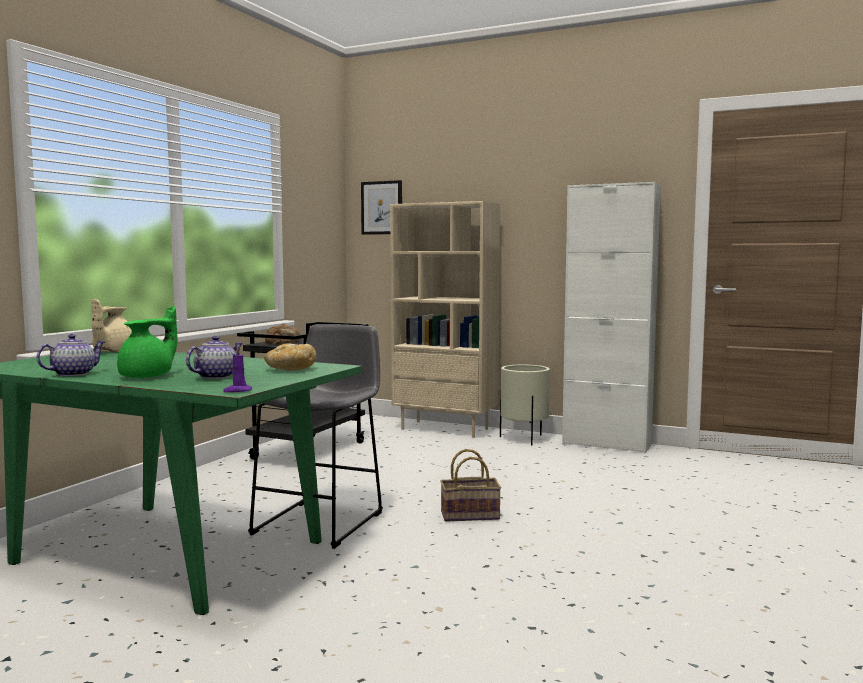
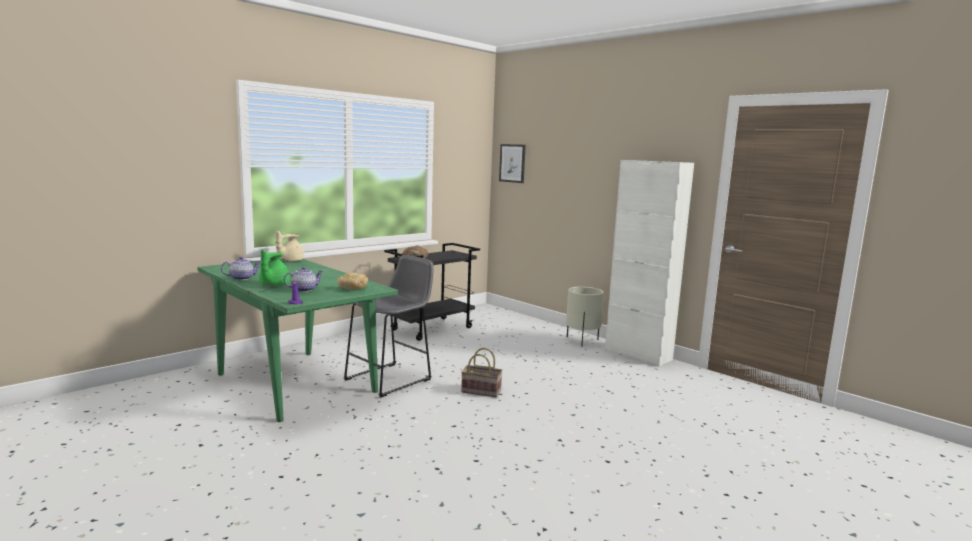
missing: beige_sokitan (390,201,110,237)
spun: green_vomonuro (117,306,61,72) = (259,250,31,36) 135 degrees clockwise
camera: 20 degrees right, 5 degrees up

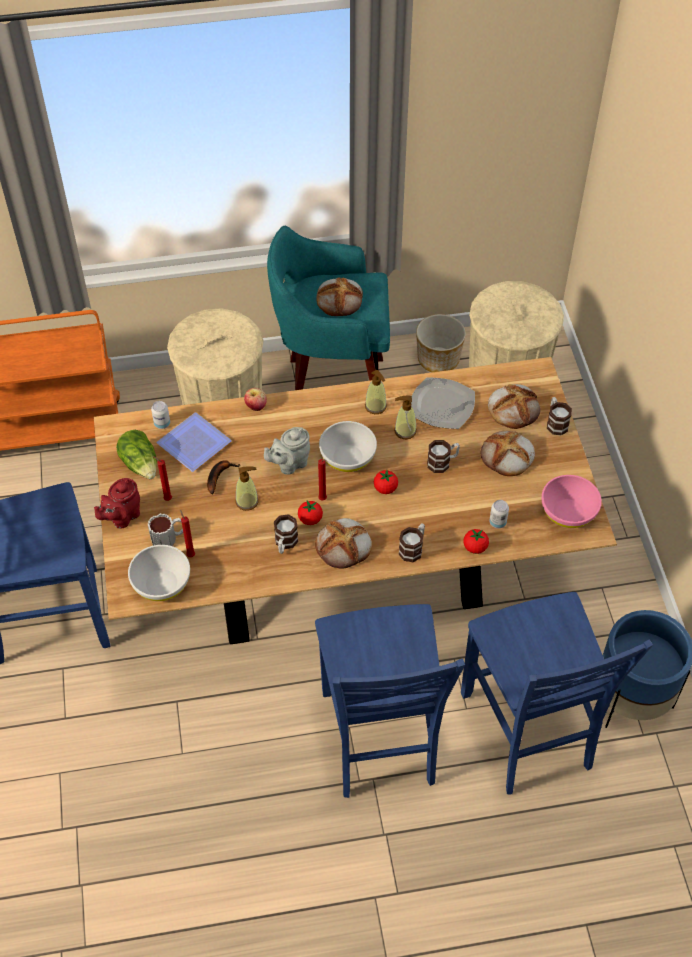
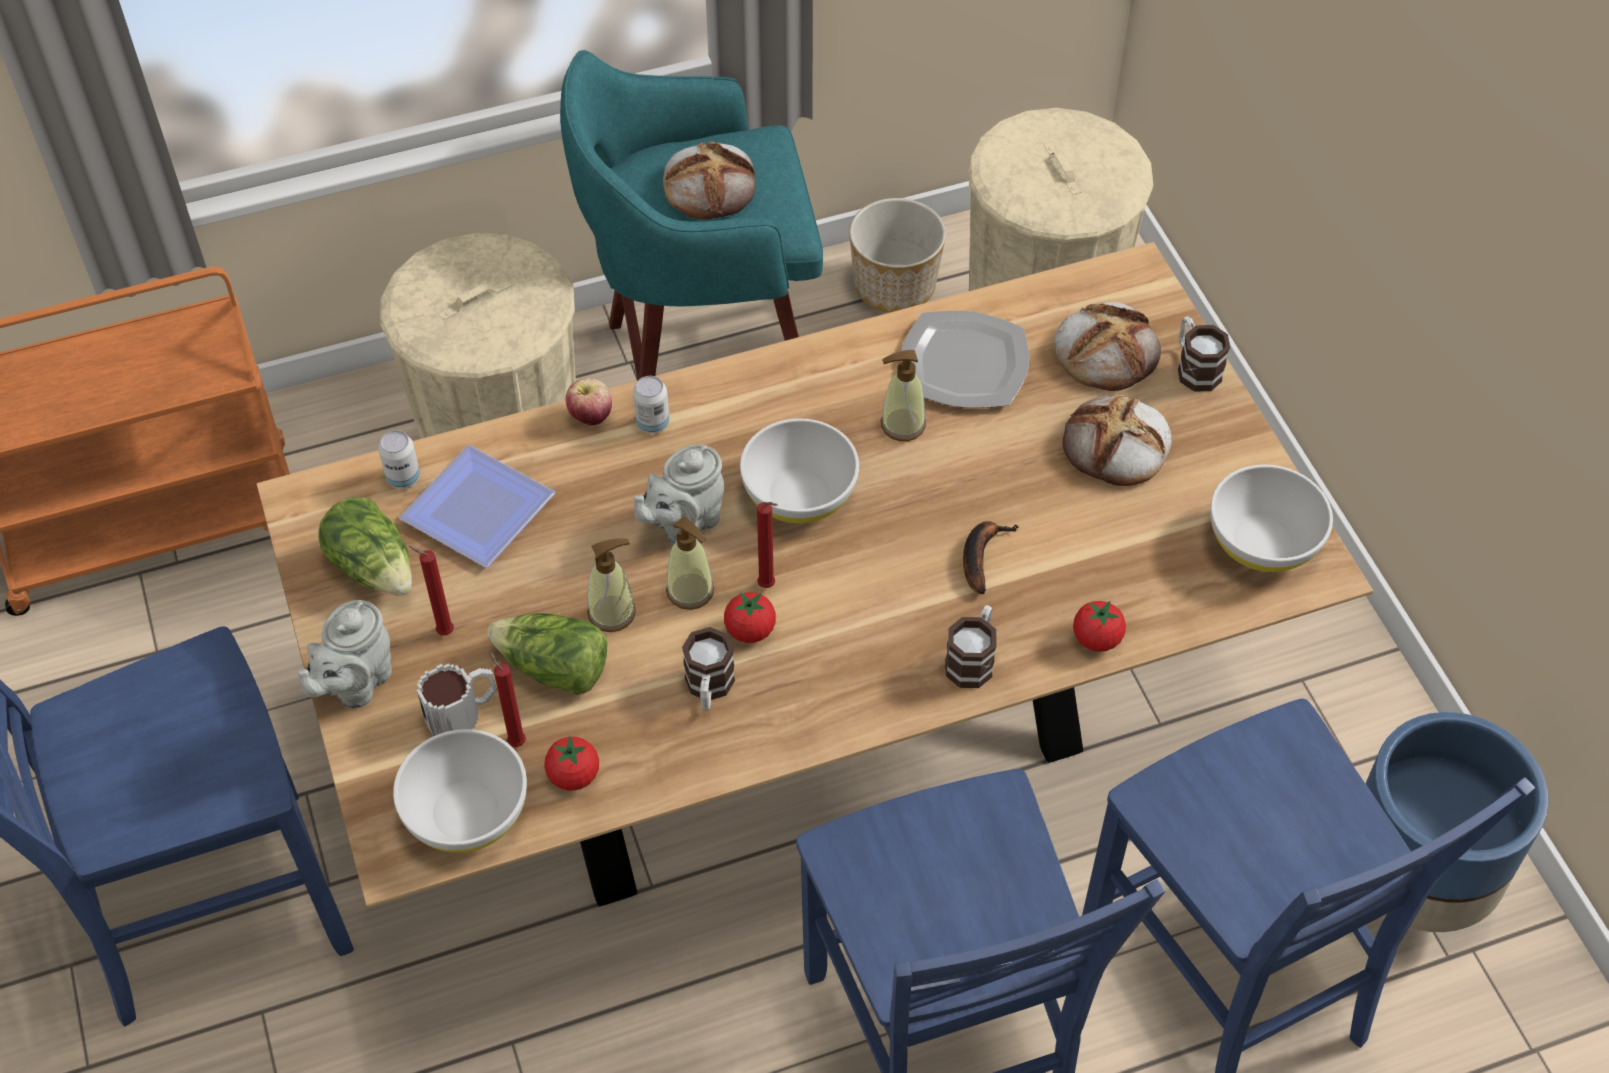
missing: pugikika (315,518,57,51); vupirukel (427,440,33,33)
appeared: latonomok (487,613,120,82)
relocated: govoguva (207,460,33,34) to (963,521,56,73); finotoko (365,369,22,45) to (666,516,48,94); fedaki (374,470,24,24) to (544,736,55,55); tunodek (489,500,20,28) to (633,376,36,58)
colour: red_vomonuro (94,478,46,51) to grey_vomonuro (297,600,95,109); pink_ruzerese (542,475,60,53) to white_ruzerese (1210,465,123,107)
camera: 10 degrees left, 0 degrees up

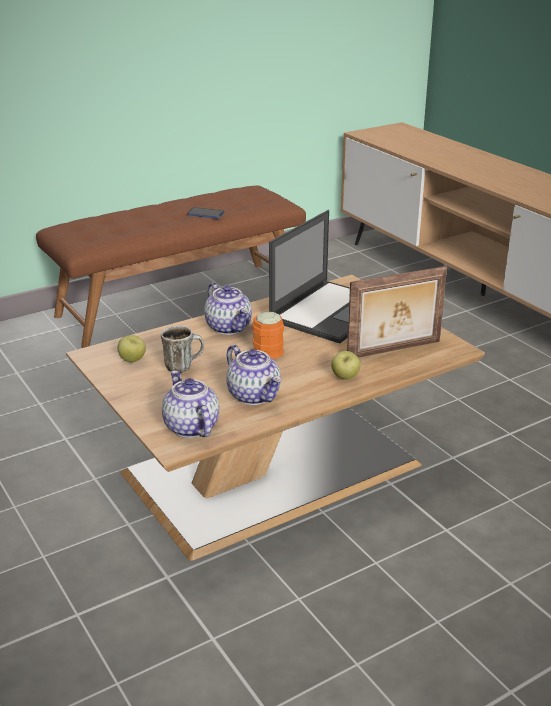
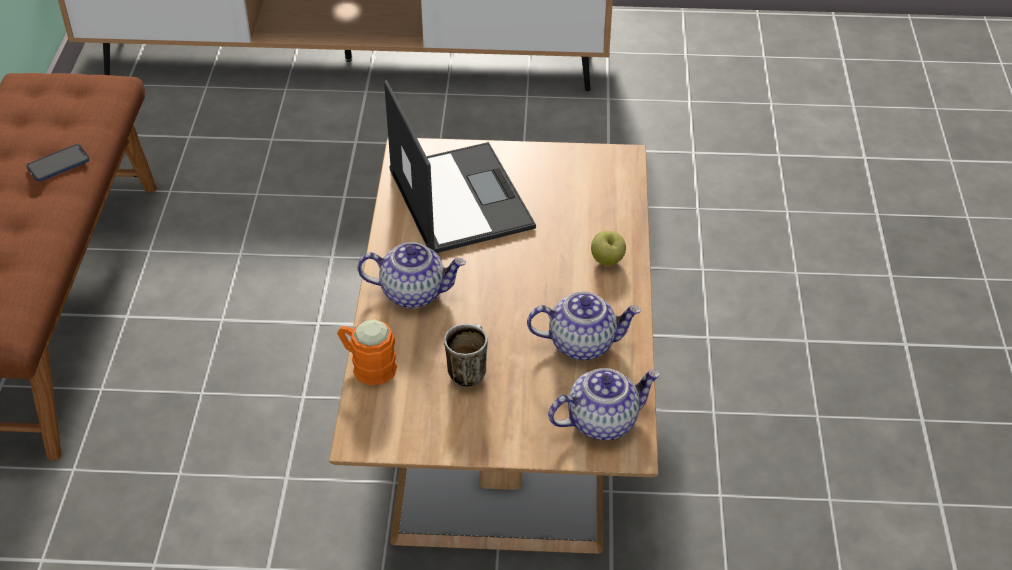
missing: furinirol (117,335,29,27); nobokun (347,266,100,92)
relocated: orange_vupirukel (252,312,32,47) to (337,320,60,65)
spun: vomonuro (162,371,57,67) = (548,368,113,72) 150 degrees clockwise
camera: 55 degrees left, 15 degrees up

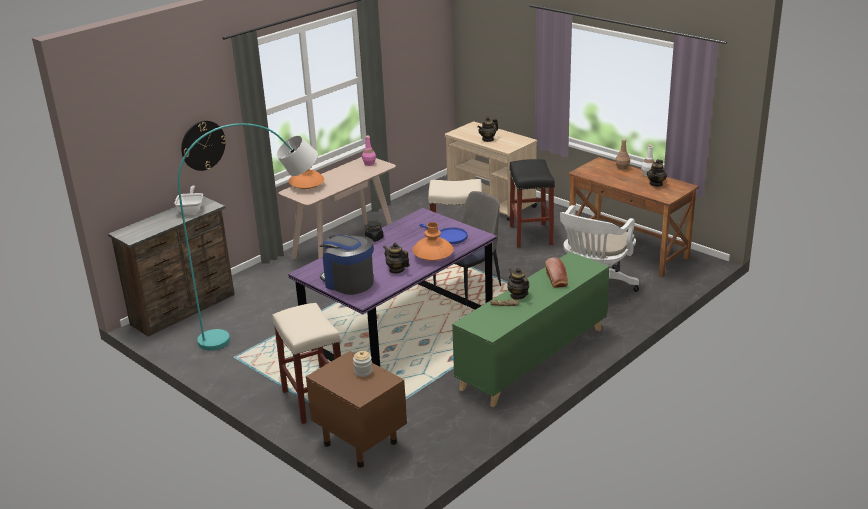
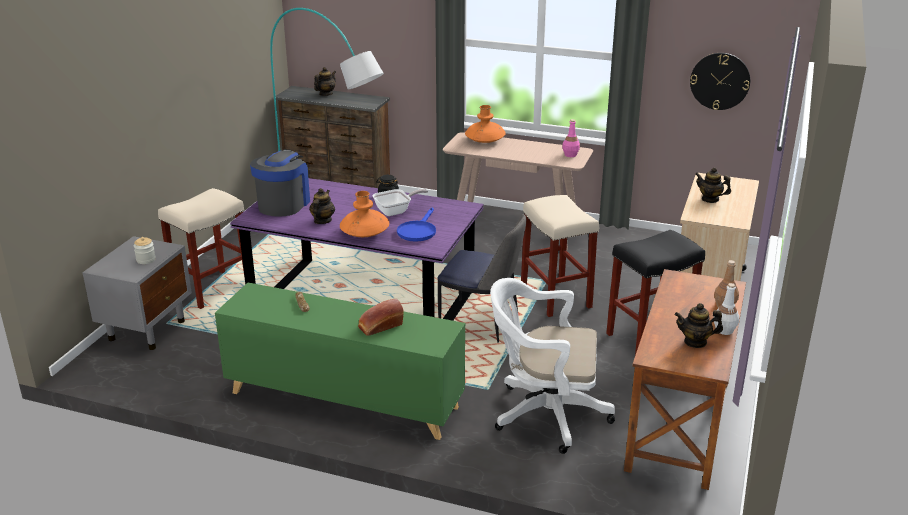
relocated: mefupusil (174,186,29,28) to (373,189,55,27); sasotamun (181,120,45,51) to (690,53,60,57); vomonuro (507,268,22,32) to (314,67,22,29)
colour: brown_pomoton (306,351,101,117) to grey_pomoton (82,236,110,114)
camera: 65 degrees right, 0 degrees up

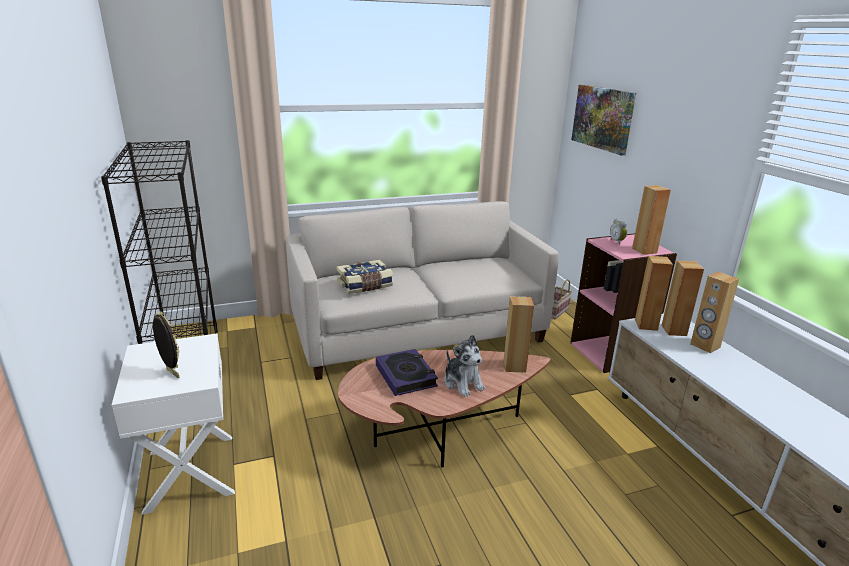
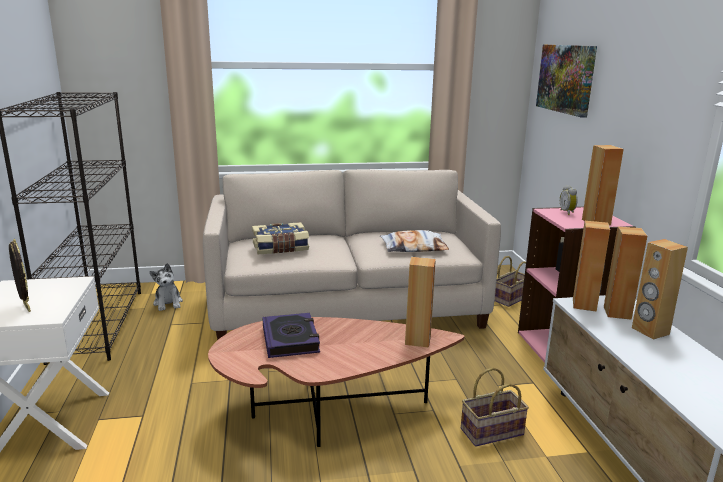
appeared: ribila (380,230,69,22); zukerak (461,367,68,80)
relocated: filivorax (444,335,41,62) to (150,263,33,48)
camera: 10 degrees right, 5 degrees down

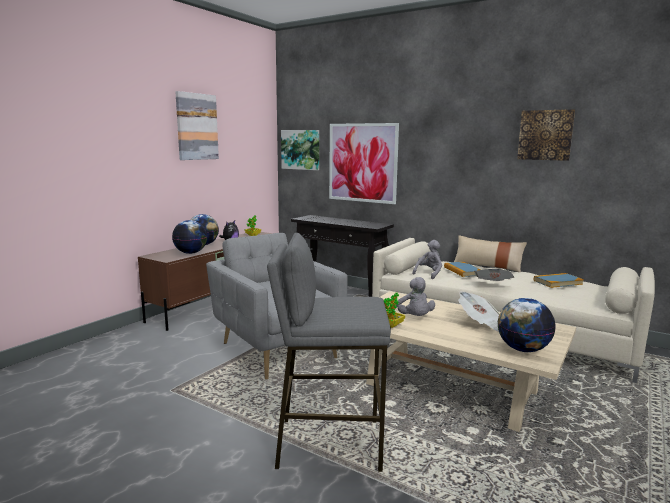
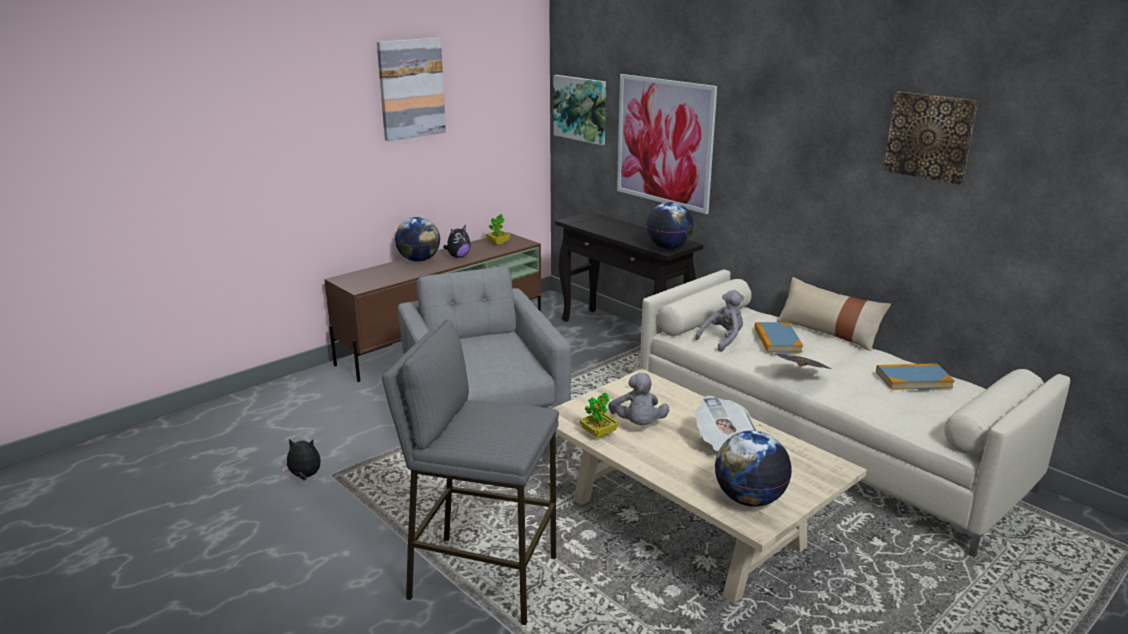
appeared: filivorax (282,439,39,41)
relocated: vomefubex (172,220,35,34) to (646,202,47,47)
camera: 15 degrees right, 10 degrees up

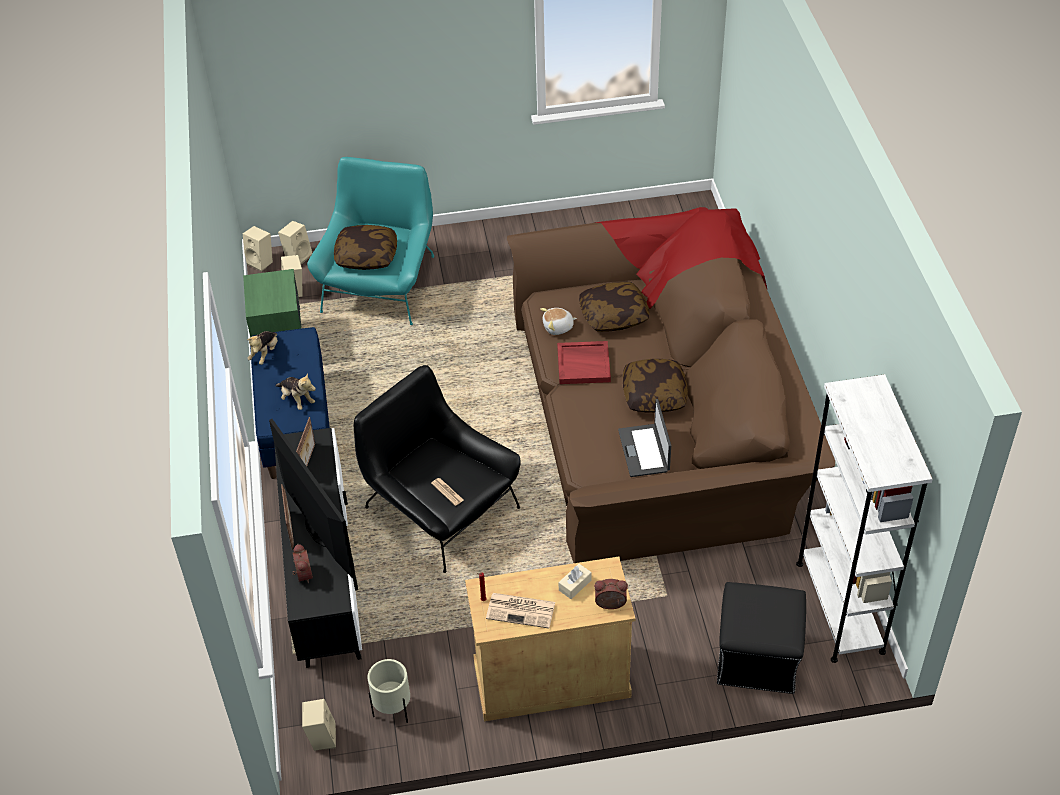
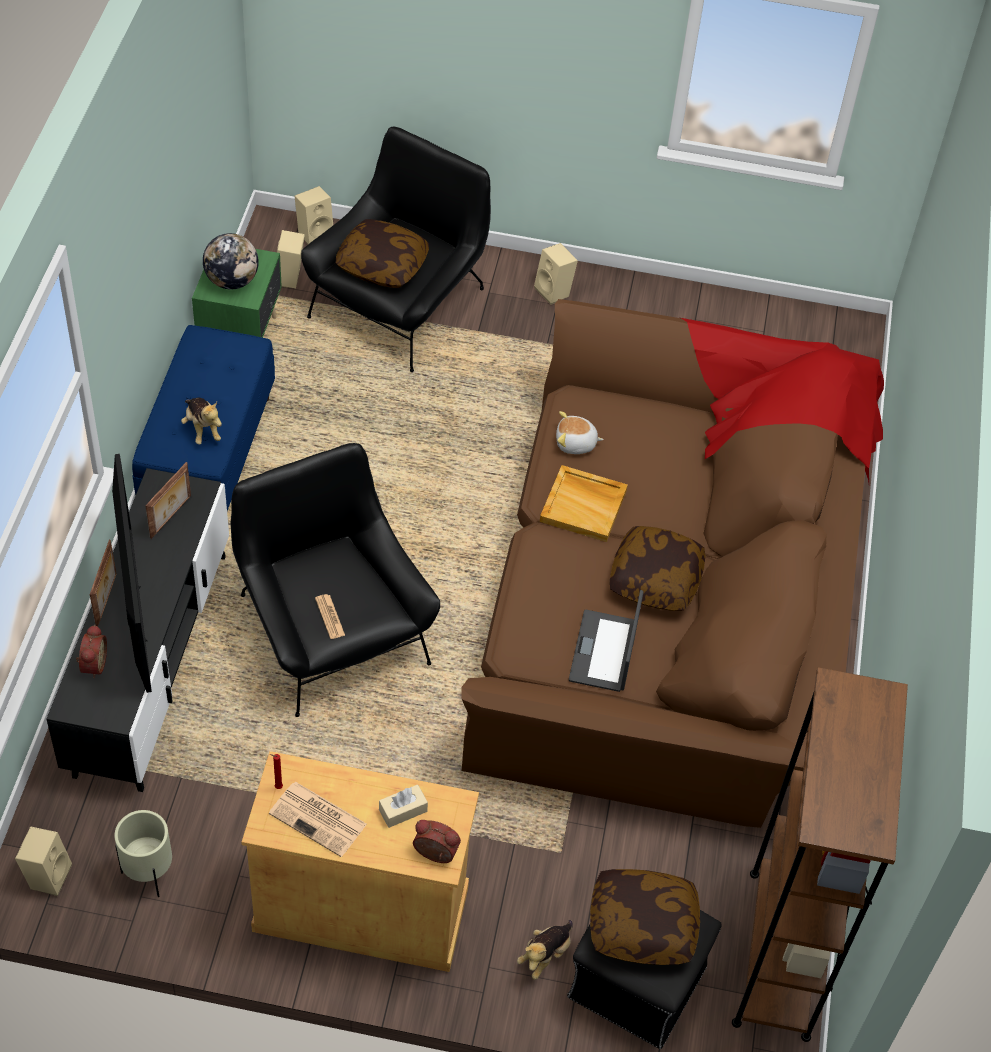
appeared: vomefubex (203,233,56,56)
relocated: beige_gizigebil (243,226,30,46) to (534,243,44,62); filivorax (247,331,31,34) to (517,920,56,60); ribila (579,282,70,50) to (590,869,110,96)
colour: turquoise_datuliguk (307,157,127,168) to black_datuliguk (301,126,190,246); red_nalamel (557,341,54,43) to beige_nalamel (540,465,88,77); white_sokitan (796,374,137,289) to brown_sokitan (732,667,176,375)
camera: 15 degrees right, 5 degrees up

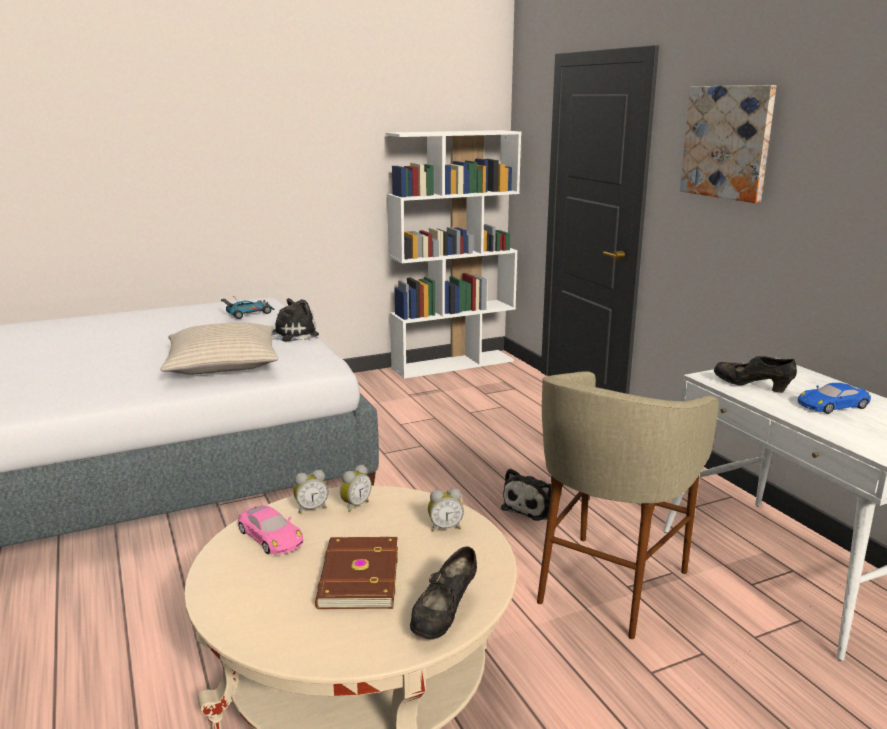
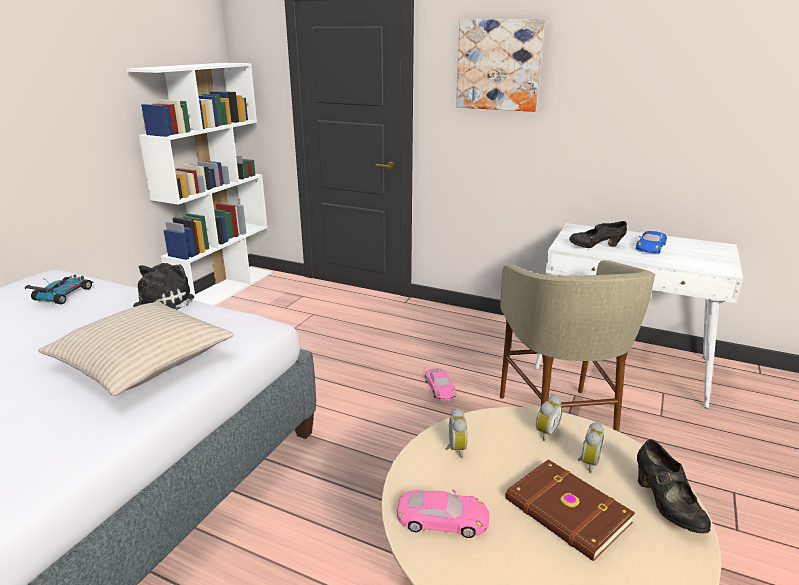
relocated: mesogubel (293,470,35,44) to (578,422,26,51)
exchanged: filivorax (501,468,50,53) to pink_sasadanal (425,368,32,32)
camera: 40 degrees left, 5 degrees up

